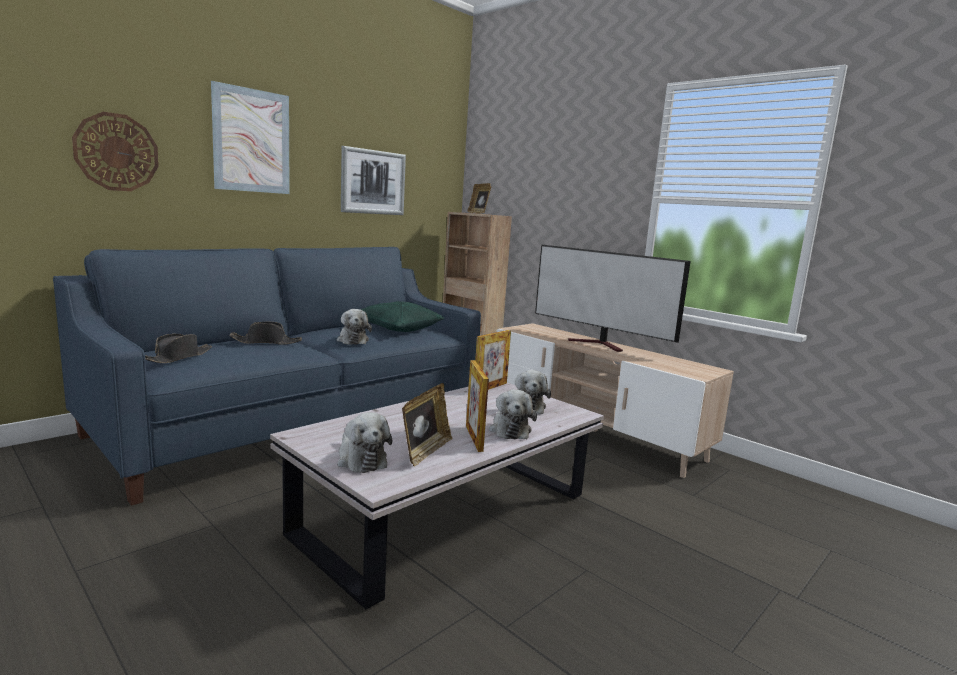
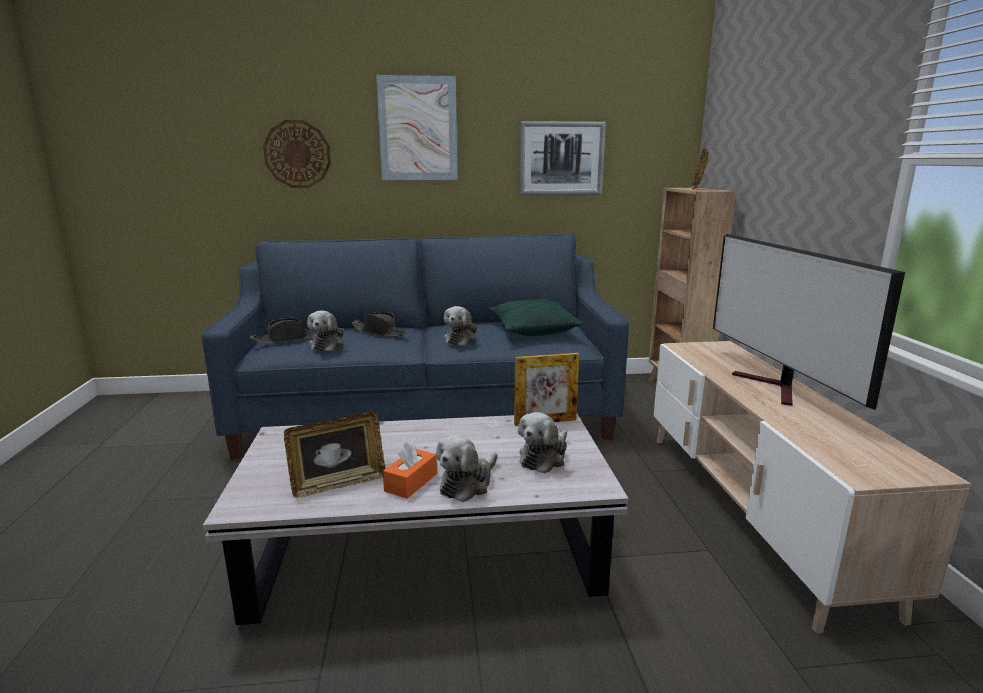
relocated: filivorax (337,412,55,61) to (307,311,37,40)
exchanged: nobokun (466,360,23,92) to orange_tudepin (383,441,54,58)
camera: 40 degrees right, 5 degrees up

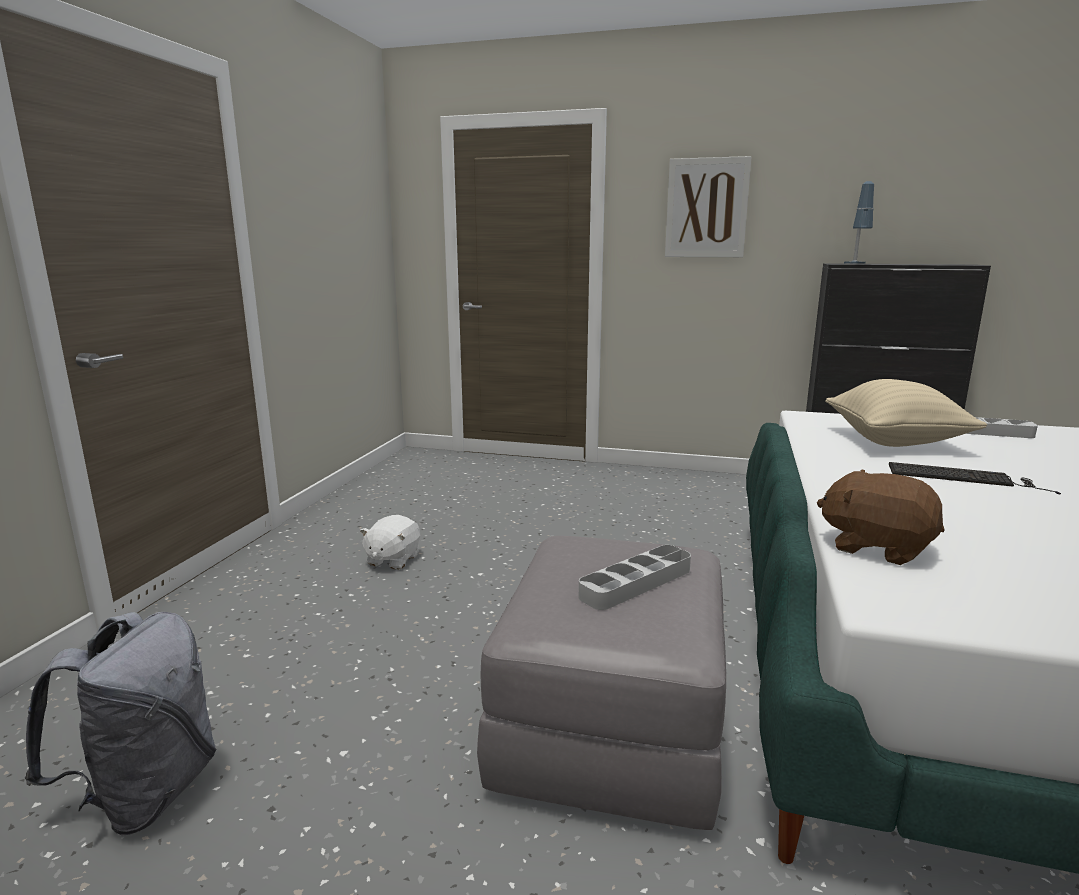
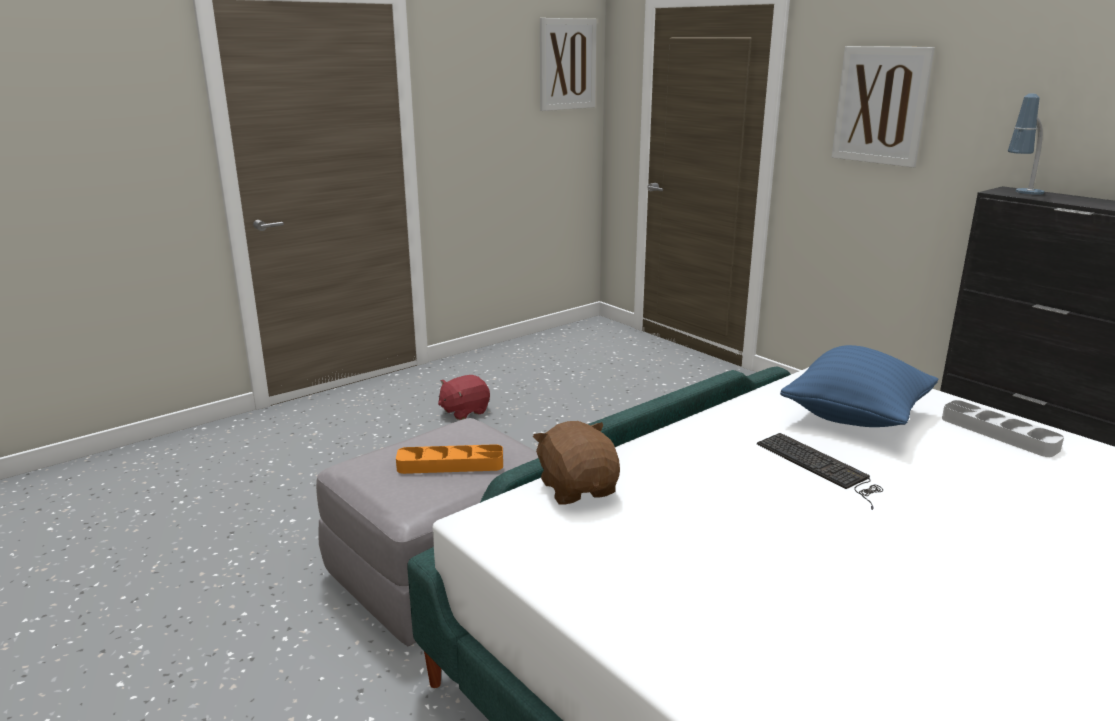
missing: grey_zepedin (24,612,193,224)
appeared: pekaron (540,18,57,93)
colour: white_filivorax (360,515,60,55) to red_filivorax (438,375,52,45); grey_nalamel (579,545,112,65) to orange_nalamel (396,444,107,30); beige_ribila (825,379,162,68) to blue_ribila (780,345,158,82)
camera: 35 degrees right, 5 degrees up

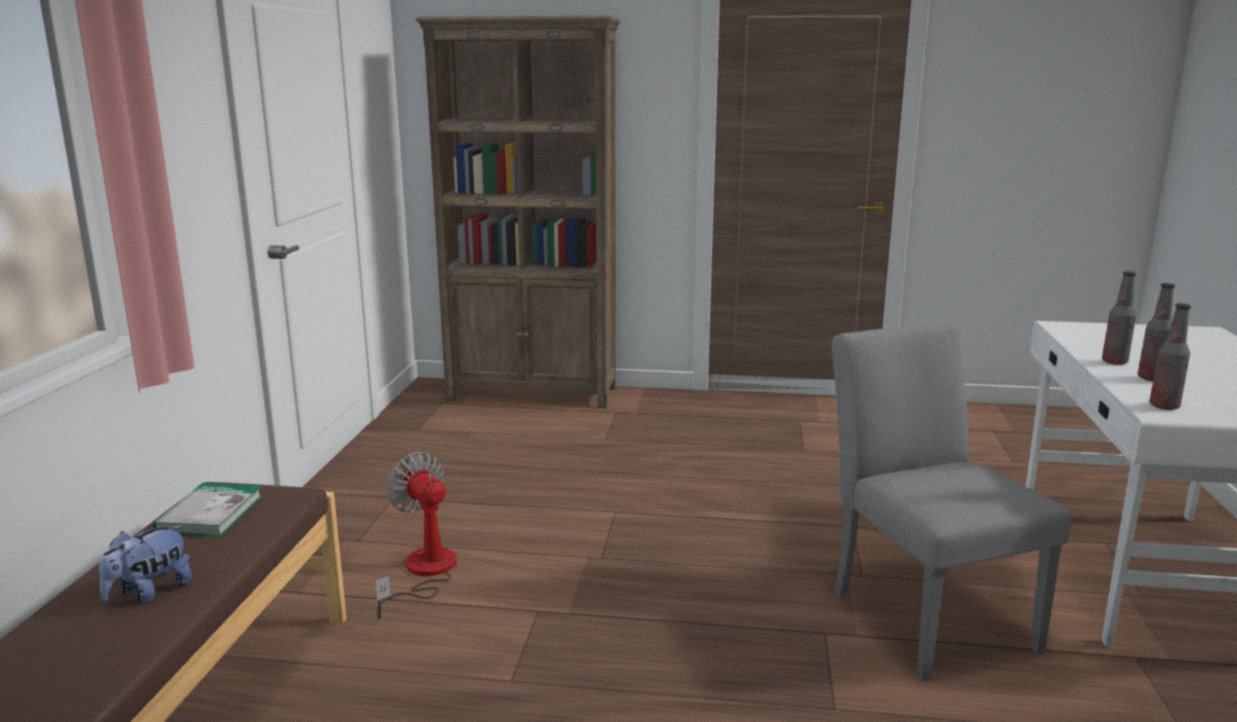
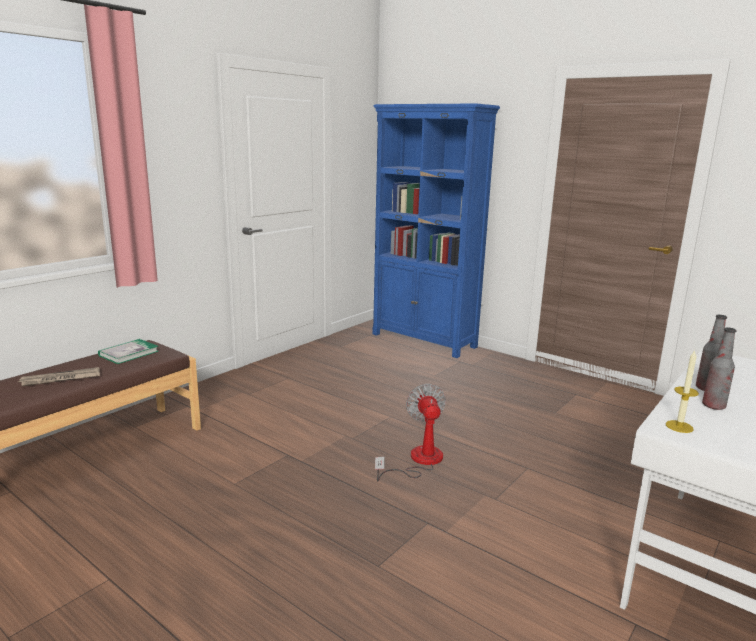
missing: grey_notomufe (832,323,239,358)
relocated: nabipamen (375,452,82,167) to (375,384,71,98)
exchanged: filivorax (99,525,93,78) to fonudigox (19,367,81,20); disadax (1149,303,42,107) to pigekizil (666,350,33,83)
colour: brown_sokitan (416,16,205,393) to blue_sokitan (372,103,128,255)
camera: 30 degrees right, 0 degrees up

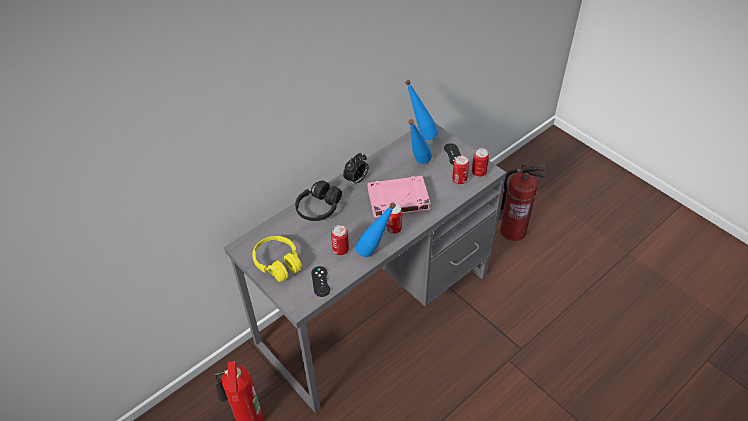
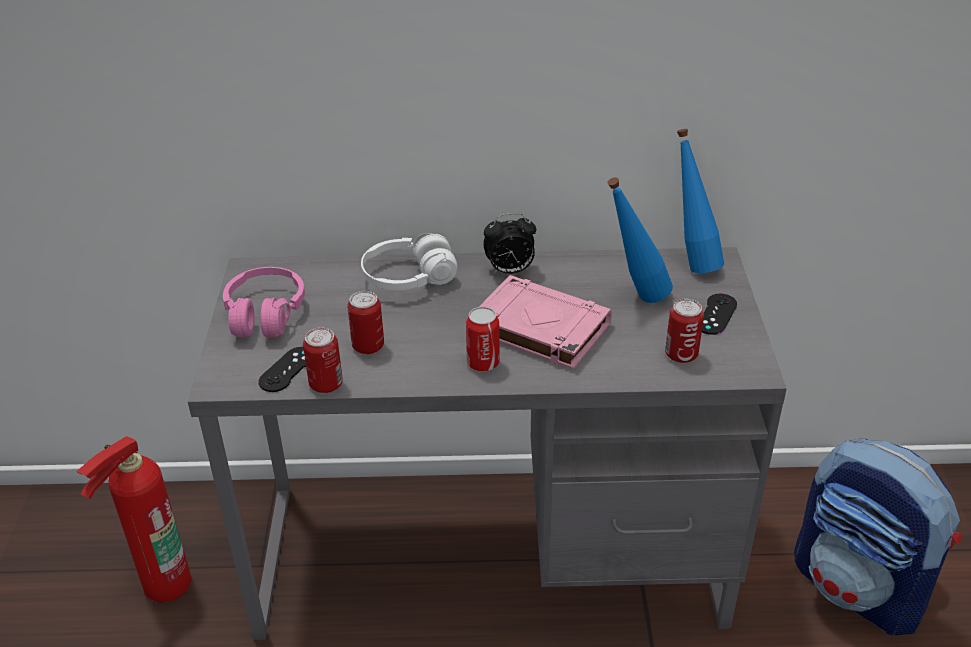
missing: blue_disadax (355,202,41,55)
relocated: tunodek (472,148,17,29) to (303,327,40,66)
exchanged: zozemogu (499,165,46,76) to zepedin (794,438,167,198)
colour: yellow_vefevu (252,236,50,46) to pink_vefevu (223,267,82,70); black_vefevu (295,180,47,41) to white_vefevu (361,233,96,57)
camera: 40 degrees right, 10 degrees down

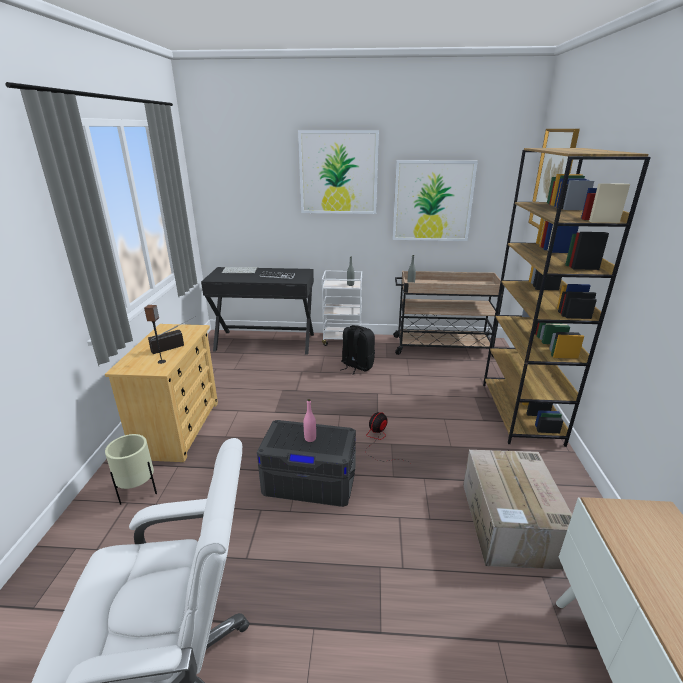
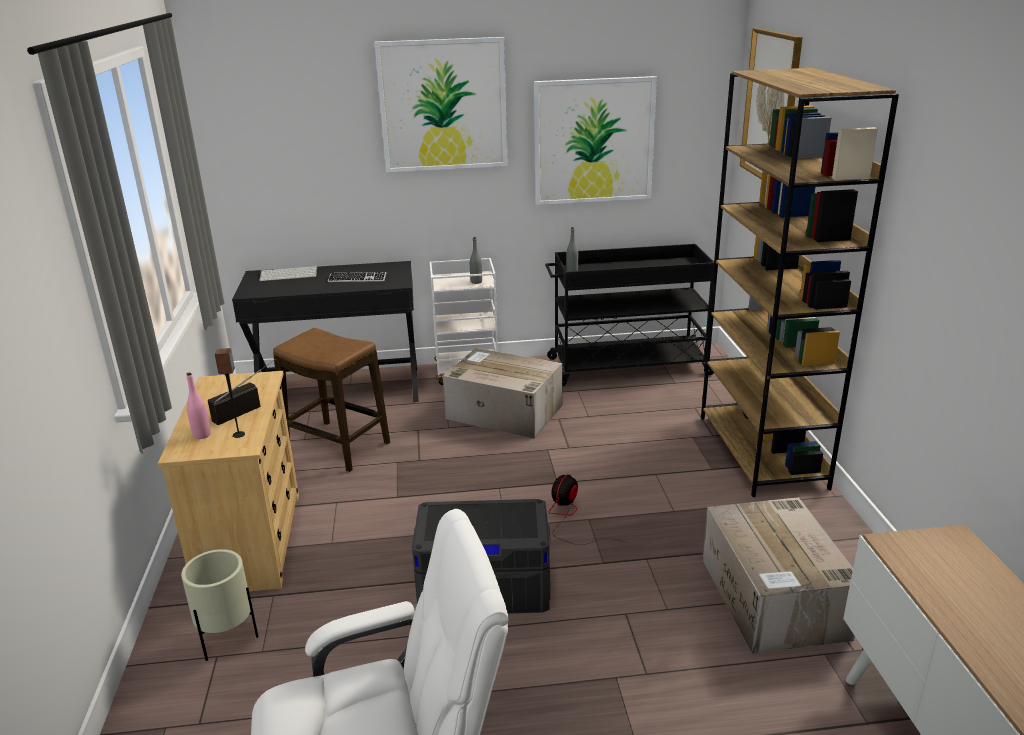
appeared: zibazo (273,328,117,144)
relocated: pink_disadax (303,399,13,43) to (186,372,25,67)
exchanged: black_zepedin (341,325,34,50) to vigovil (443,348,119,91)
colour: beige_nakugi (393,271,112,87) to black_nakugi (545,244,169,143)
camera: 10 degrees left, 0 degrees up

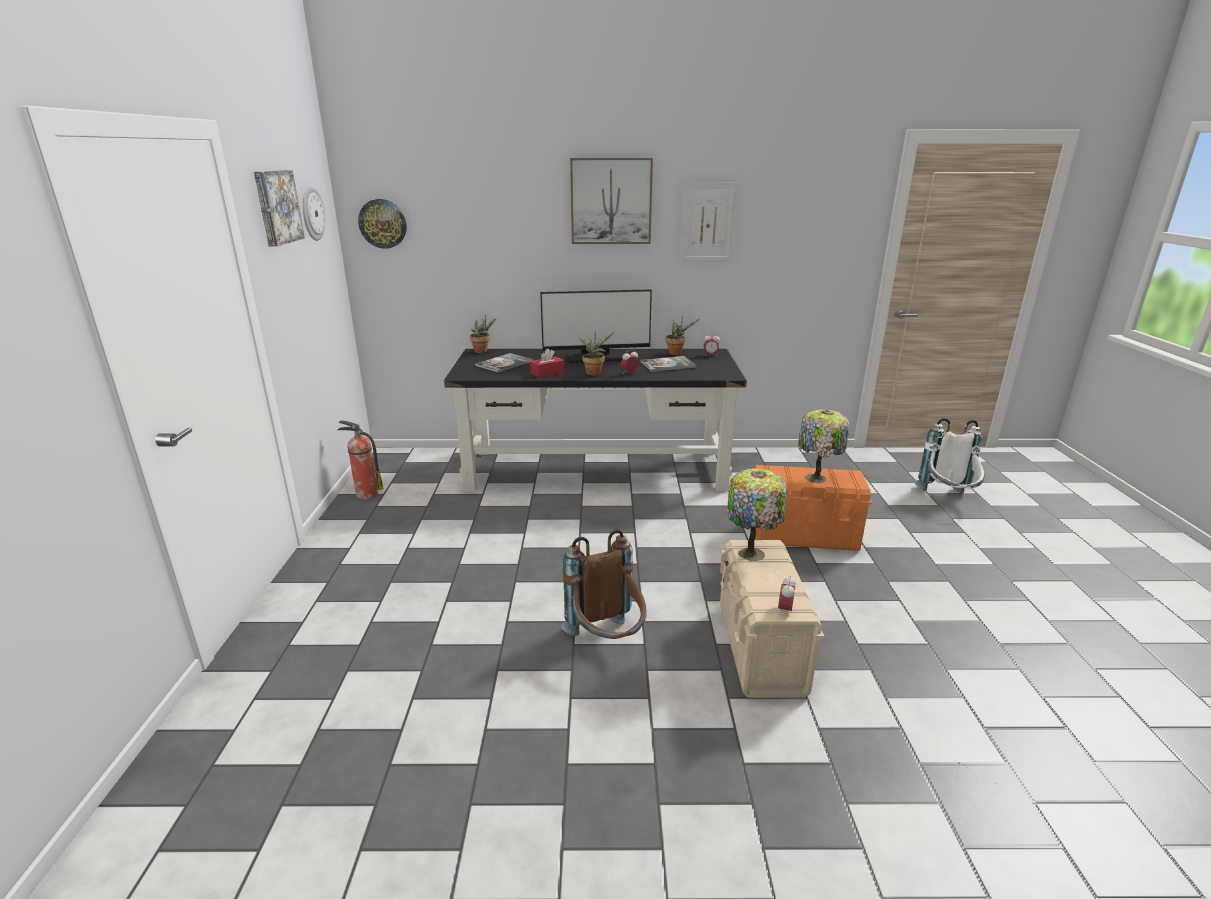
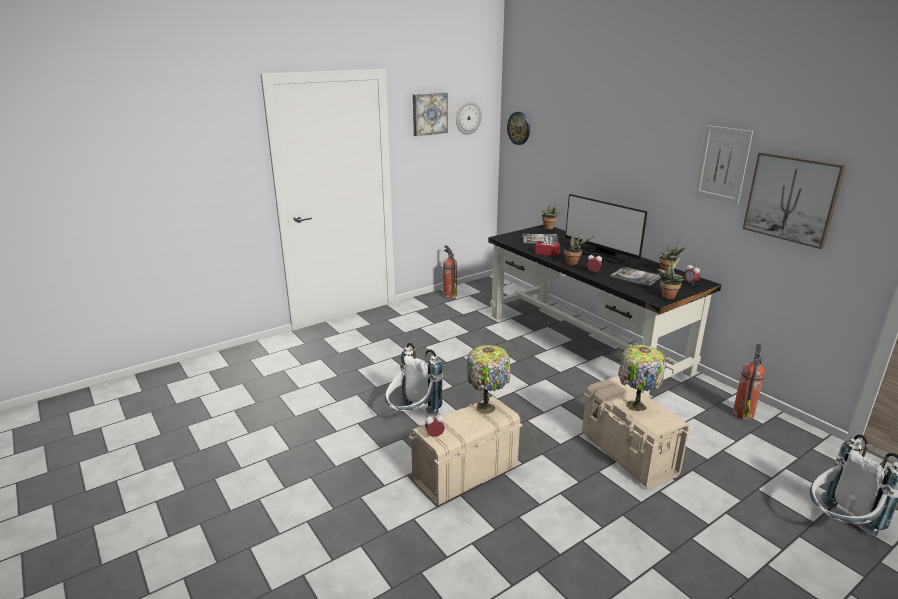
appeared: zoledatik (657,256,27,43); zozemogu (733,344,32,76)
relocated: pekaron (570,158,83,86) to (743,152,103,97)
colour: brown_zepedin (561,529,85,110) to white_zepedin (385,343,58,73); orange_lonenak (750,465,122,86) to beige_lonenak (582,376,109,113)
camera: 55 degrees right, 0 degrees up

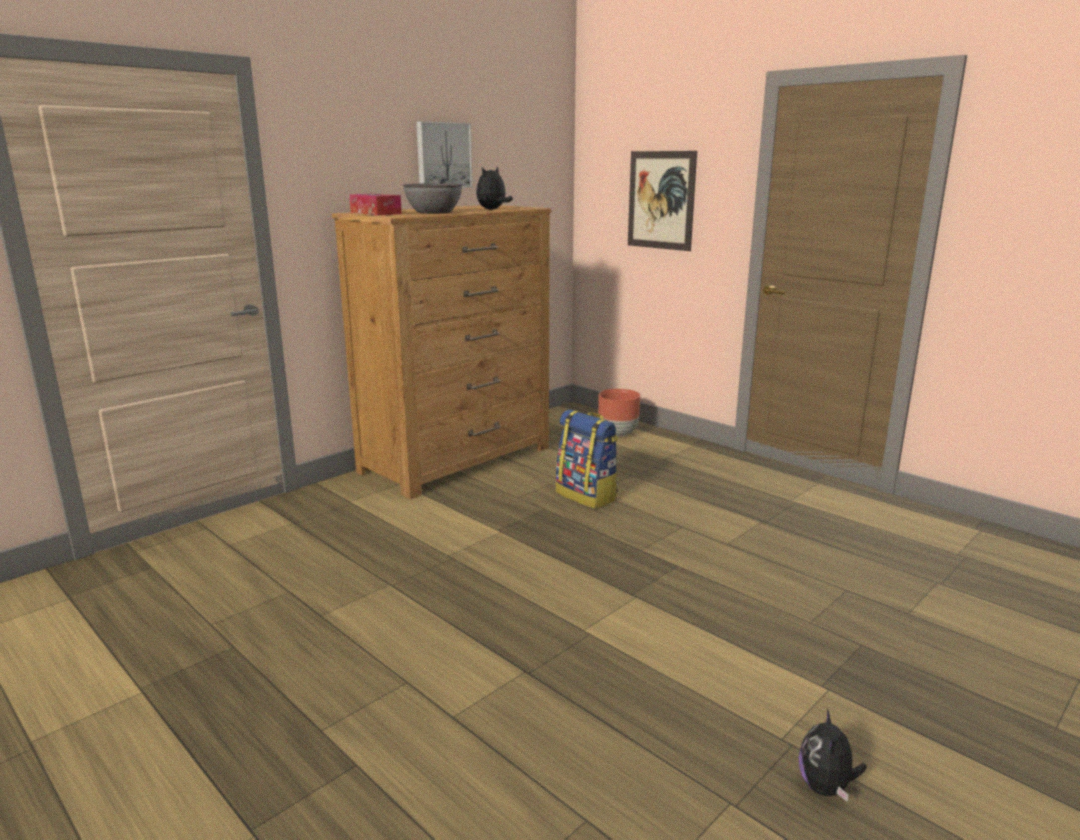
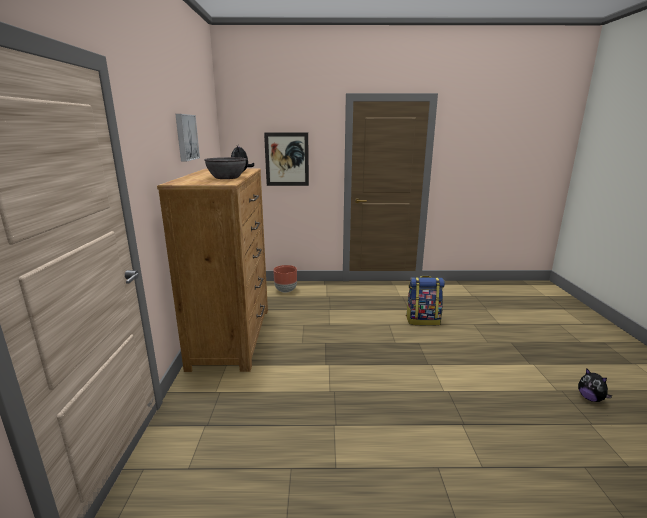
missing: tudepin (349,194,53,21)
relocated: zepedin (556,409,62,100) to (406,276,39,50)
camera: 45 degrees left, 0 degrees up

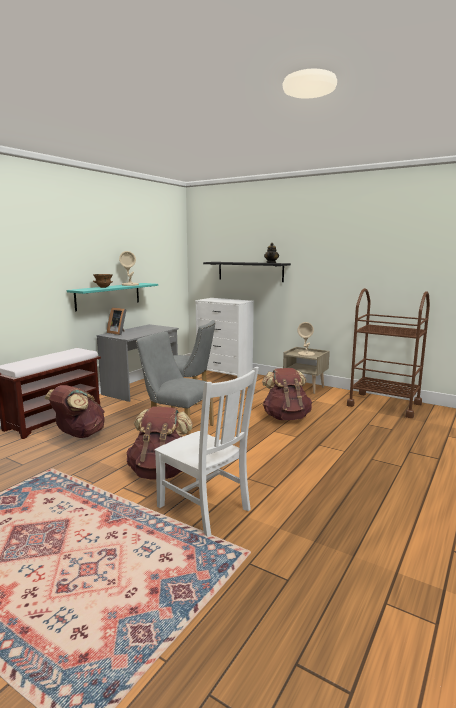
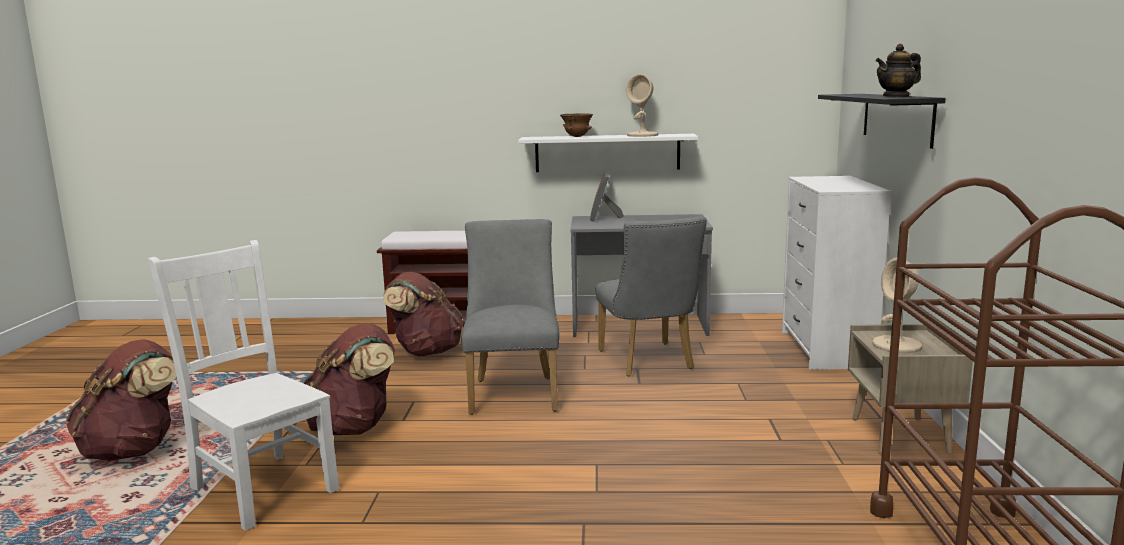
relocated: brown_zepedin (262,368,50,52) to (66,339,111,122)
colour: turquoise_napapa (67,283,91,28) to white_napapa (518,134,181,38)
spun: white_notomufe (154,367,105,170) = (148,240,191,291) 120 degrees clockwise
camera: 60 degrees right, 0 degrees up

